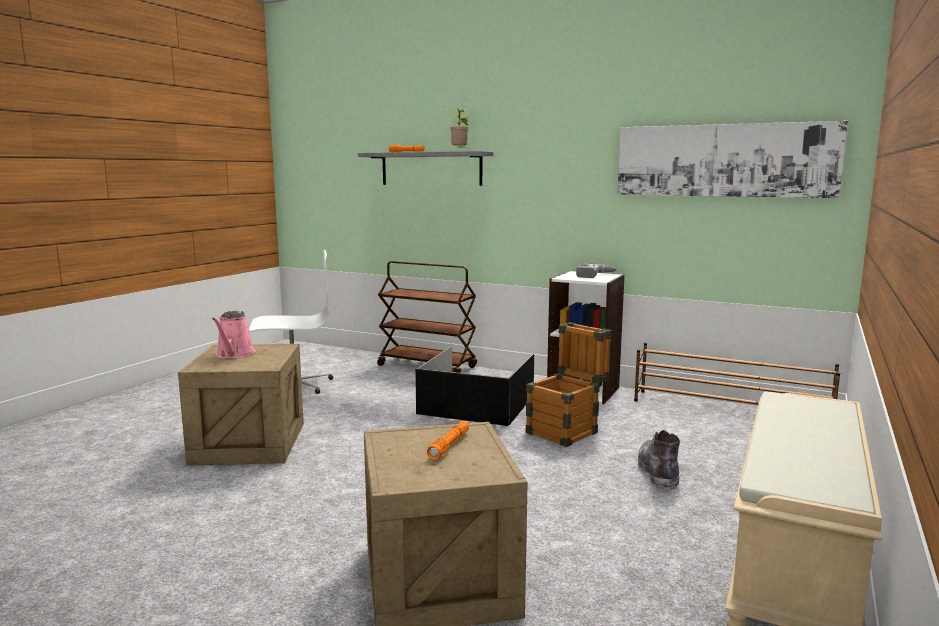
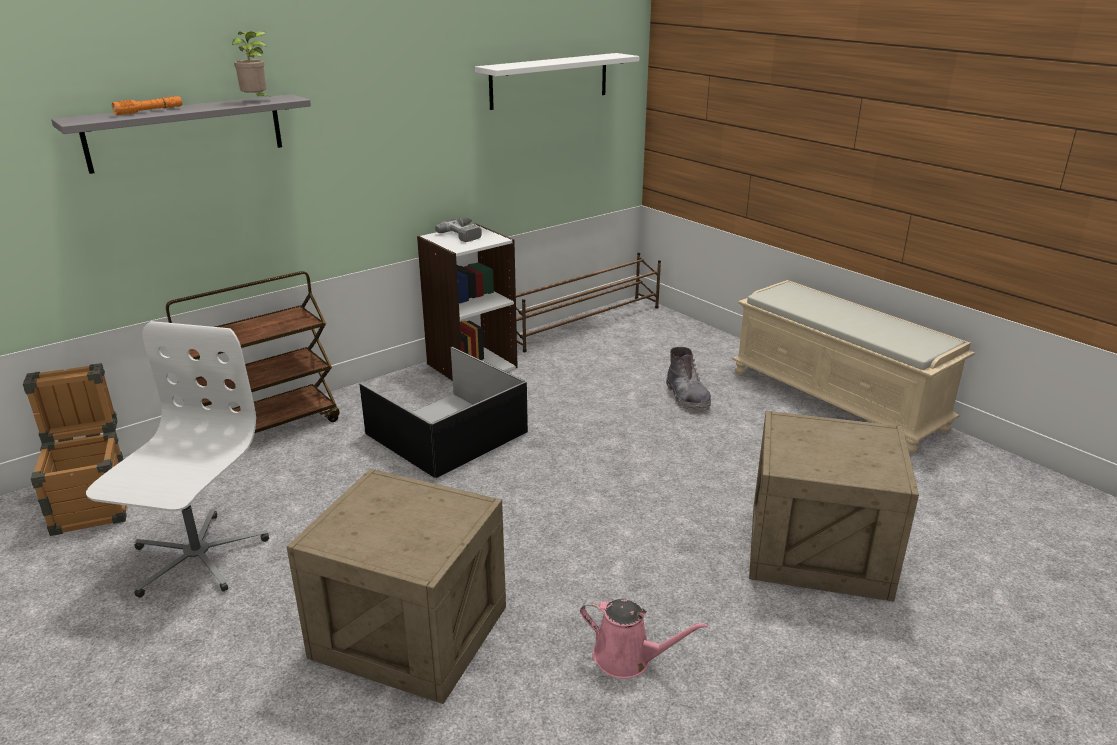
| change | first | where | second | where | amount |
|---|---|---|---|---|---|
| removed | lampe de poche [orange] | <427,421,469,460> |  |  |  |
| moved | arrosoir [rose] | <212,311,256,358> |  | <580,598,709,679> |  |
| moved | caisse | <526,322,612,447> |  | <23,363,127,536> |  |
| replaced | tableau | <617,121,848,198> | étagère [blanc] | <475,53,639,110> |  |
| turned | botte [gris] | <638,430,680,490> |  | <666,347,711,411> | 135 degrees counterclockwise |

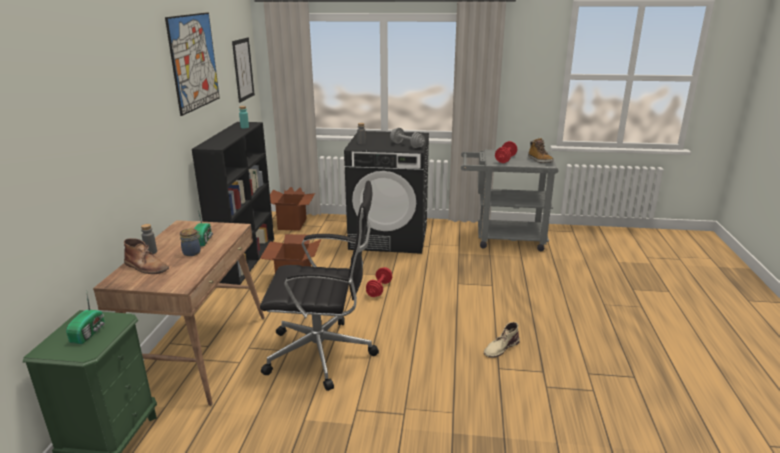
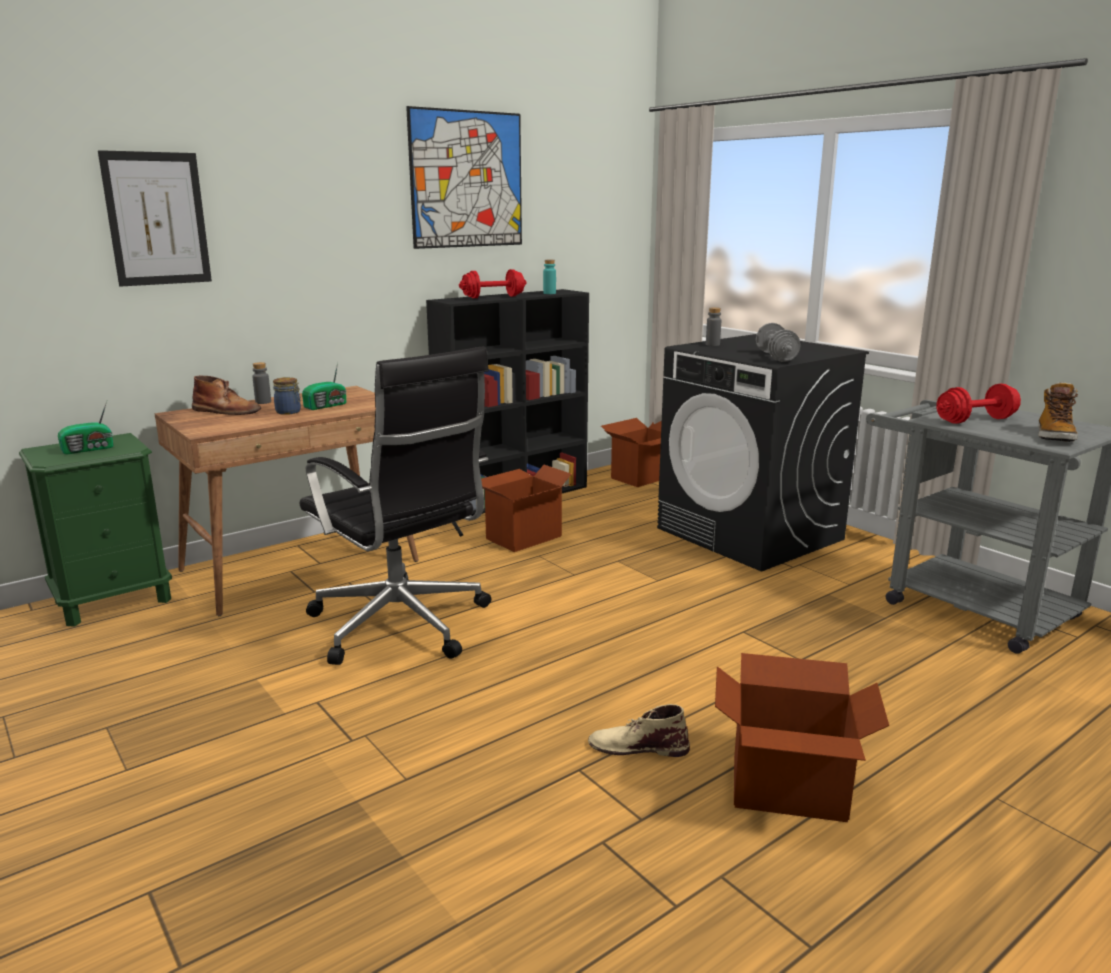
| change | first | where | second | where | amount |
|---|---|---|---|---|---|
| added |  |  | carton | <715,653,889,822> |  |
| moved | tableau | <232,37,255,103> |  | <98,150,212,287> |  |
| moved | haltère [rouge] | <366,267,392,297> |  | <459,269,527,298> |  |
| turned | botte [marron] | <124,238,169,274> |  | <192,376,261,415> | 60 degrees counterclockwise |

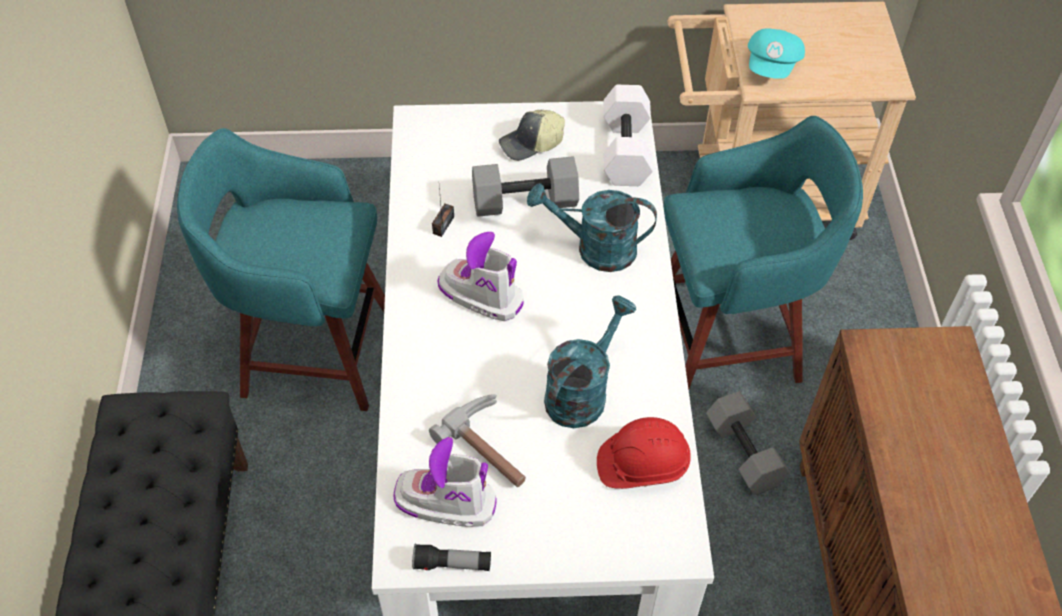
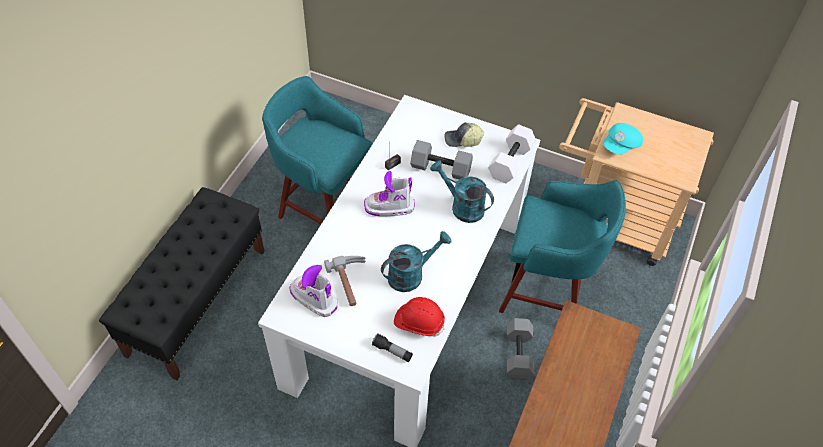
| change | first | where | second | where | amount |
|---|---|---|---|---|---|
| moved | lampe de poche | <412,544,491,571> |  | <372,333,413,362> |  |
| turned | botte | <437,232,524,321> |  | <364,171,415,216> | 60 degrees counterclockwise |

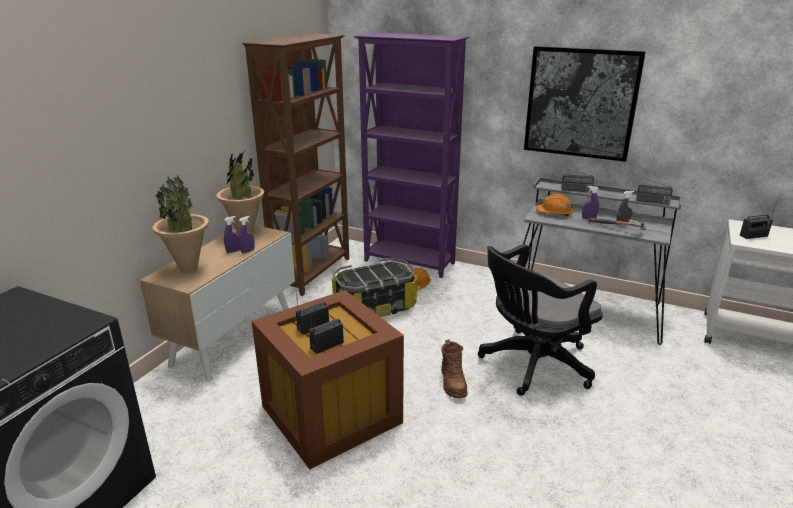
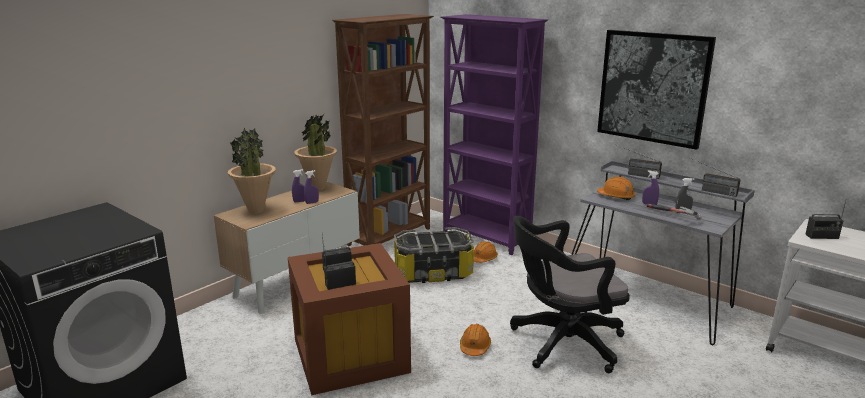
| change | first | where | second | where | amount |
|---|---|---|---|---|---|
| replaced | botte [marron] | <441,339,468,398> | casque de chantier [orange] | <460,324,491,356> |  |

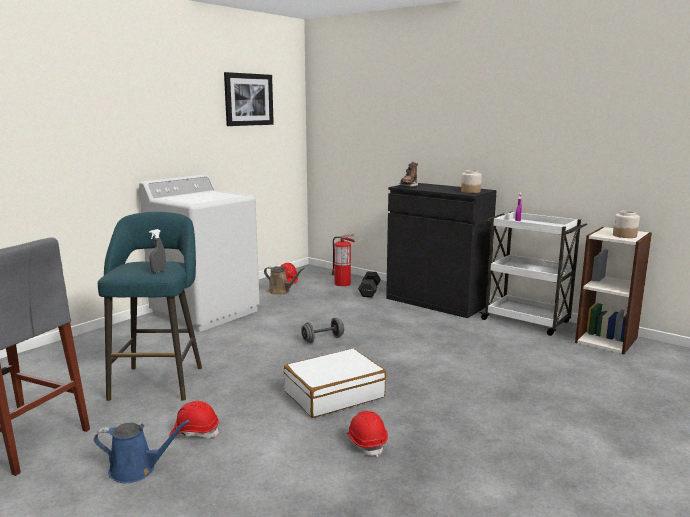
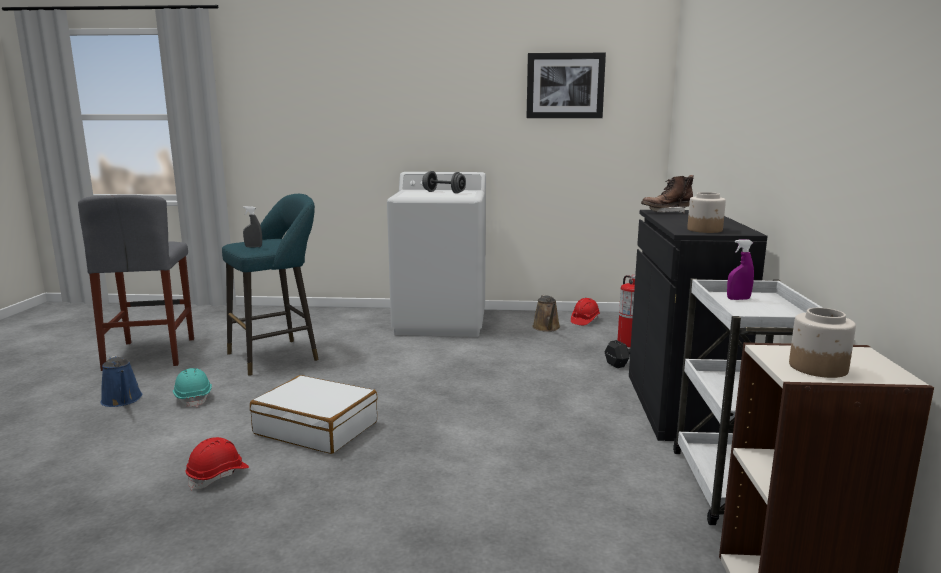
| change | first | where | second | where | amount |
|---|---|---|---|---|---|
| moved | haltère [gris] | <301,318,344,343> |  | <422,171,466,194> |  |
| recoloured | casque de chantier [rouge] | <169,401,220,438> | casque de chantier [turquoise] | <173,368,212,407> |  |

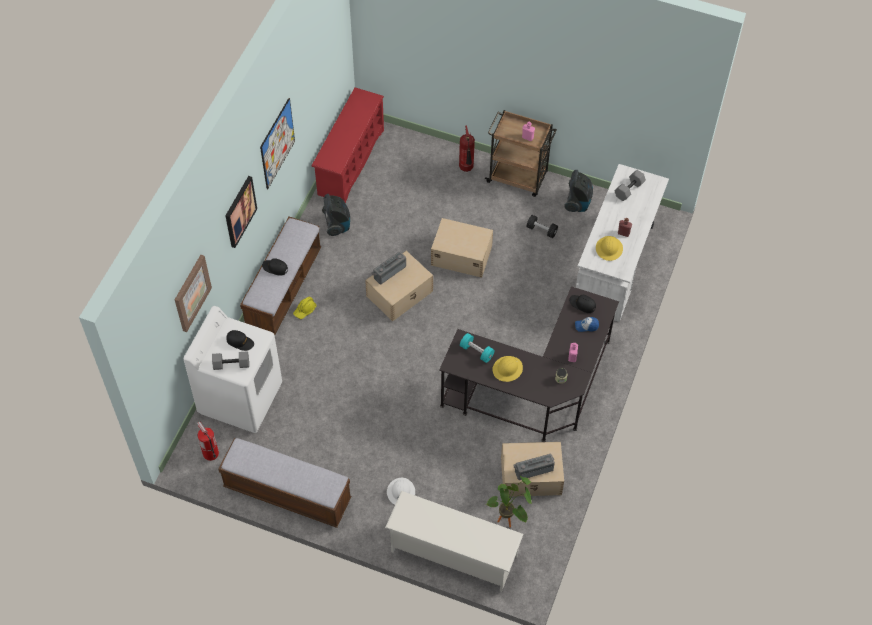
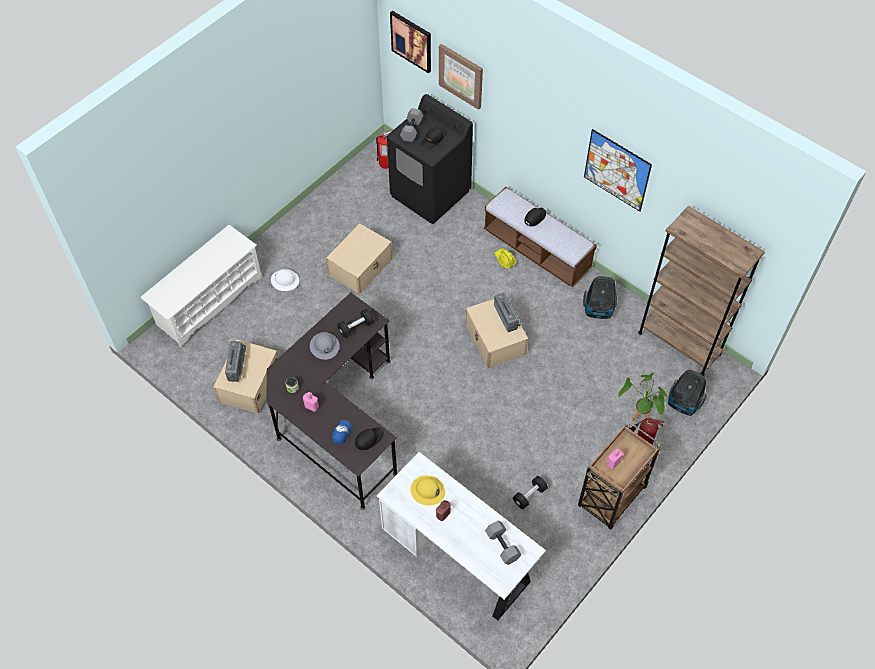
| change | first | where | second | where | amount |
|---|---|---|---|---|---|
| removed | banc | <218,438,351,528> |  |  |  |
| moved | tableau | <225,176,257,248> |  | <390,11,431,73> |  |
| moved | boîte de rangement [beige] | <431,218,493,278> |  | <326,223,392,294> |  |
| moved | plante en pot | <486,476,532,528> |  | <618,373,667,421> |  |
| moved | aspirateur | <564,170,593,212> |  | <668,370,707,416> |  |
| replaced | étagère à chaussures [rouge] | <311,87,384,203> | bibliothèque [marron] | <638,206,765,376> |  |
| recoloured | lave-linge [blanc] | <184,306,282,433> | lave-linge [noir] | <387,94,473,224> |  |
| recoloured | haltère [turquoise] | <460,333,495,363> | haltère [noir] | <337,309,374,338> |  |
| recoloured | casque de chantier [jaune] | <492,356,523,382> | casque de chantier [gris] | <310,332,340,360> |  |

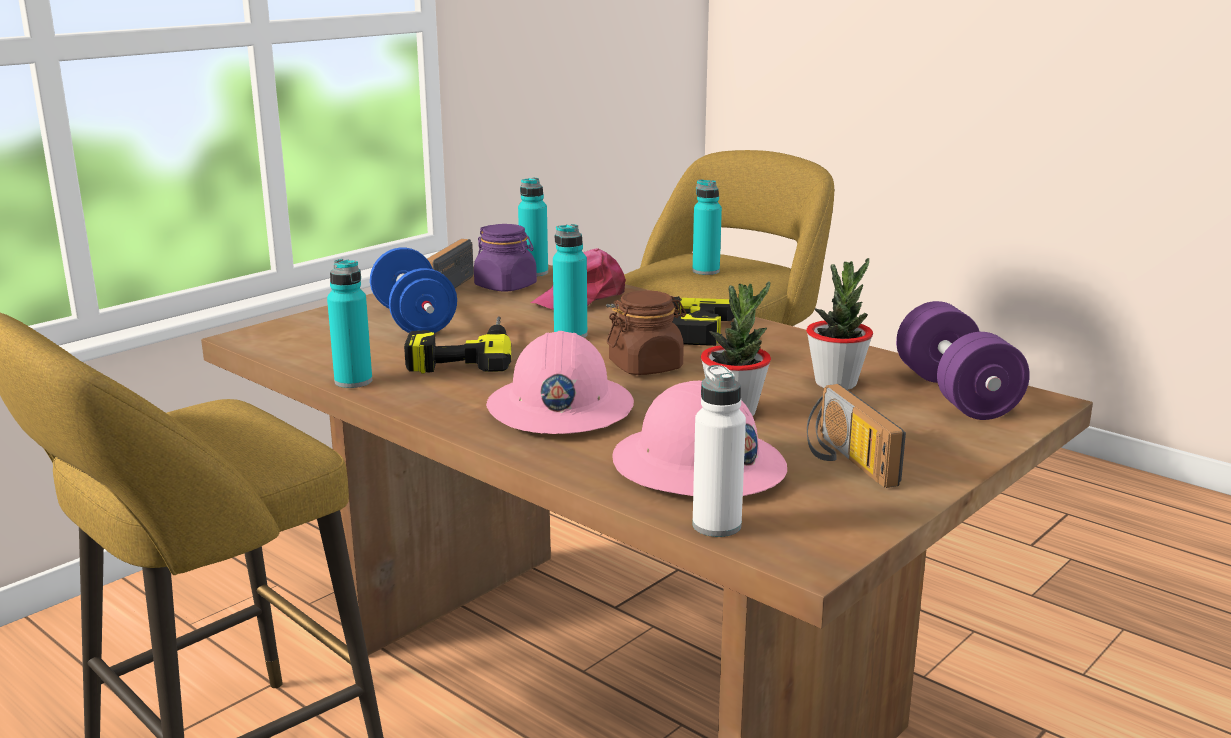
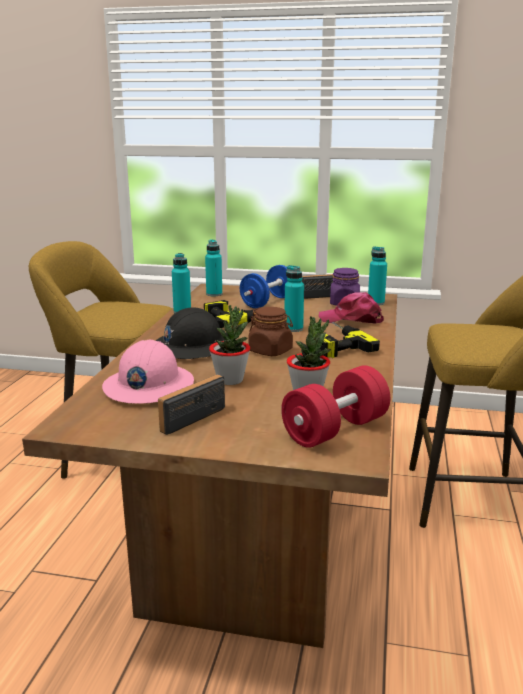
| change | first | where | second | where | amount |
|---|---|---|---|---|---|
| removed | bouteille [blanc] | <692,365,746,537> |  |  |  |
| moved | bouteille [turquoise] | <692,179,722,275> |  | <205,239,222,297> |  |
| recoloured | casque de chantier [rose] | <486,331,634,434> | casque de chantier [noir] | <156,307,224,359> |  |
| recoloured | haltère [violet] | <896,301,1030,420> | haltère [rouge] | <281,365,390,448> |  |

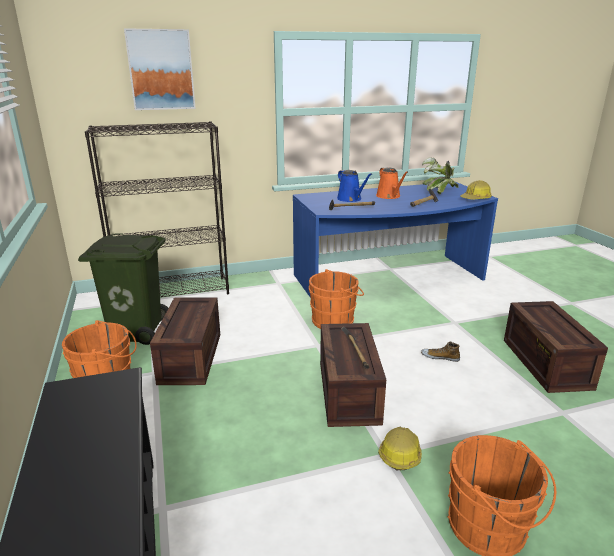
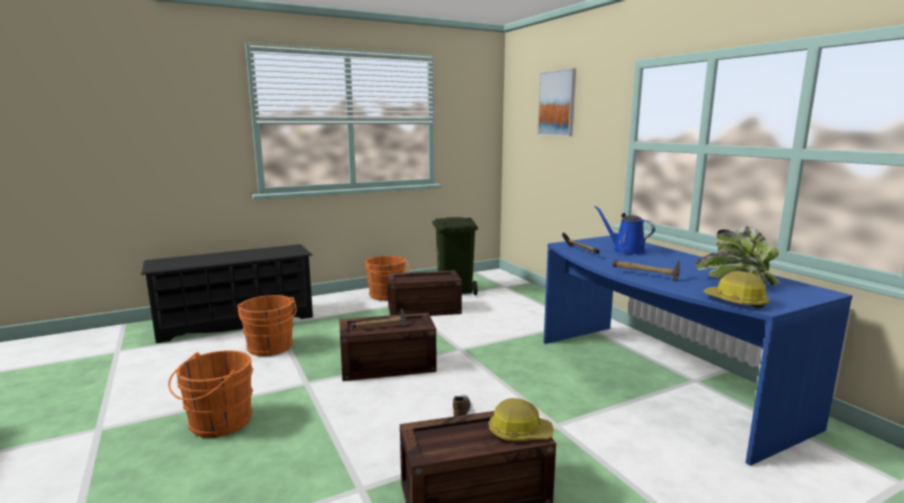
| change | first | where | second | where | amount |
|---|---|---|---|---|---|
| removed | bibliothèque [noir] | <85,121,229,297> |  |  |  |
| removed | arrosoir [orange] | <376,167,408,199> |  |  |  |
| moved | seau [orange] | <309,269,364,329> |  | <237,295,297,356> |  |
| moved | casque de chantier | <378,427,422,470> |  | <489,398,554,441> |  |
| turned | arrosoir [bleu] | <337,170,372,202> |  | <595,206,655,255> | 90 degrees clockwise |

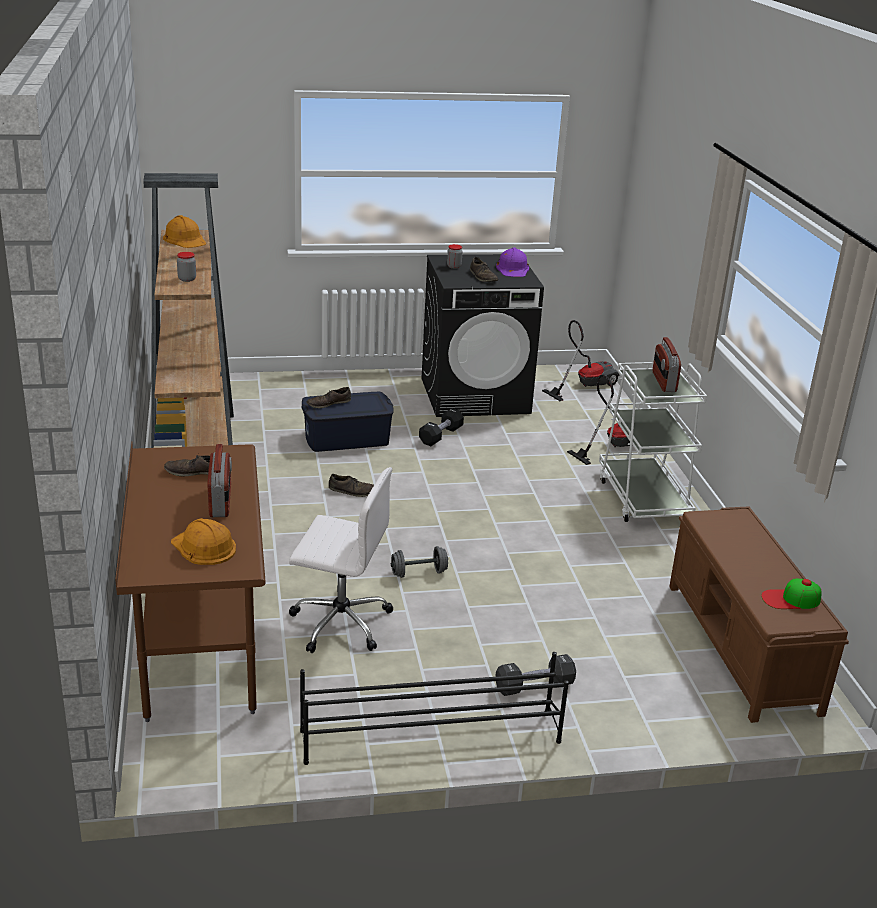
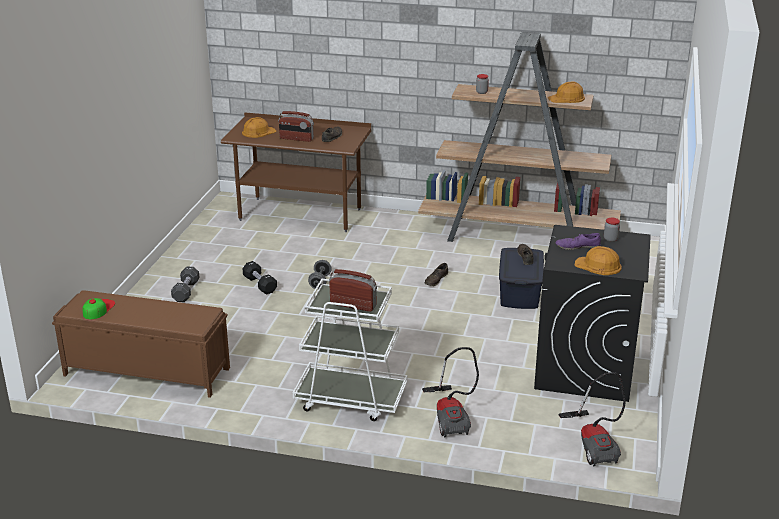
| change | first | where | second | where | amount |
|---|---|---|---|---|---|
| removed | chaise de bureau [blanc] | <289,467,393,653> |  |  |  |
| removed | étagère à chaussures [noir] | <300,652,569,765> |  |  |  |
| moved | haltère [noir] | <419,408,464,446> |  | <242,261,277,294> |  |
| recoloured | chaussure [marron] | <470,257,498,282> | chaussure [violet] | <555,233,601,250> |  |
| recoloured | casque de chantier [violet] | <496,247,529,277> | casque de chantier [orange] | <574,246,622,275> |  |

